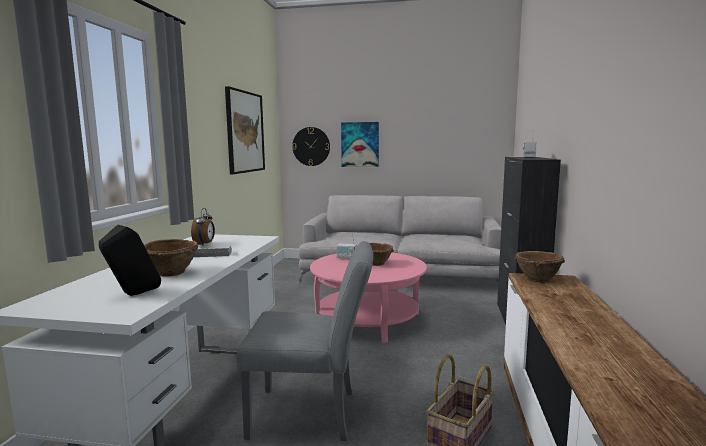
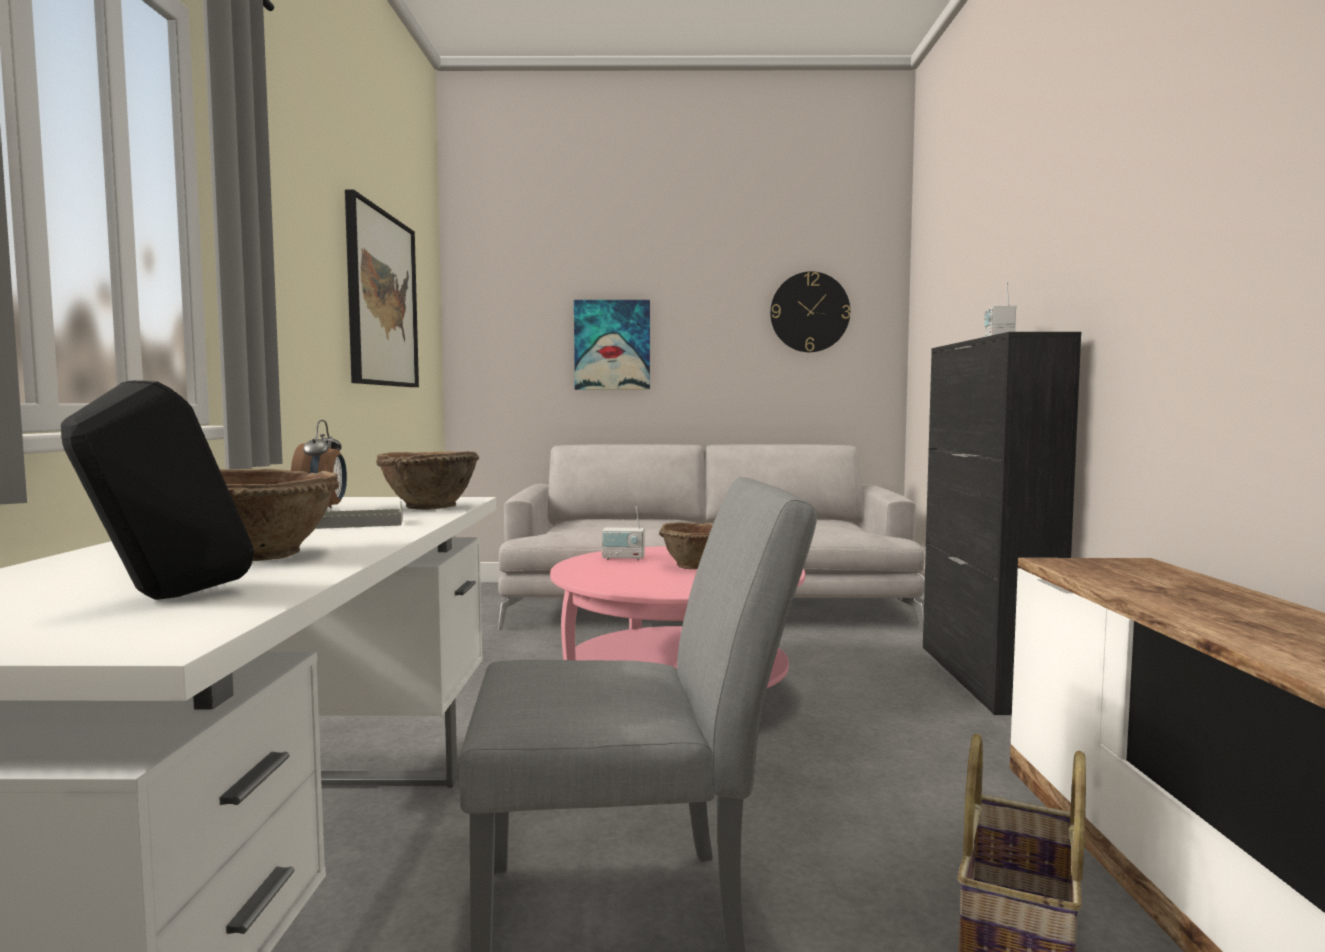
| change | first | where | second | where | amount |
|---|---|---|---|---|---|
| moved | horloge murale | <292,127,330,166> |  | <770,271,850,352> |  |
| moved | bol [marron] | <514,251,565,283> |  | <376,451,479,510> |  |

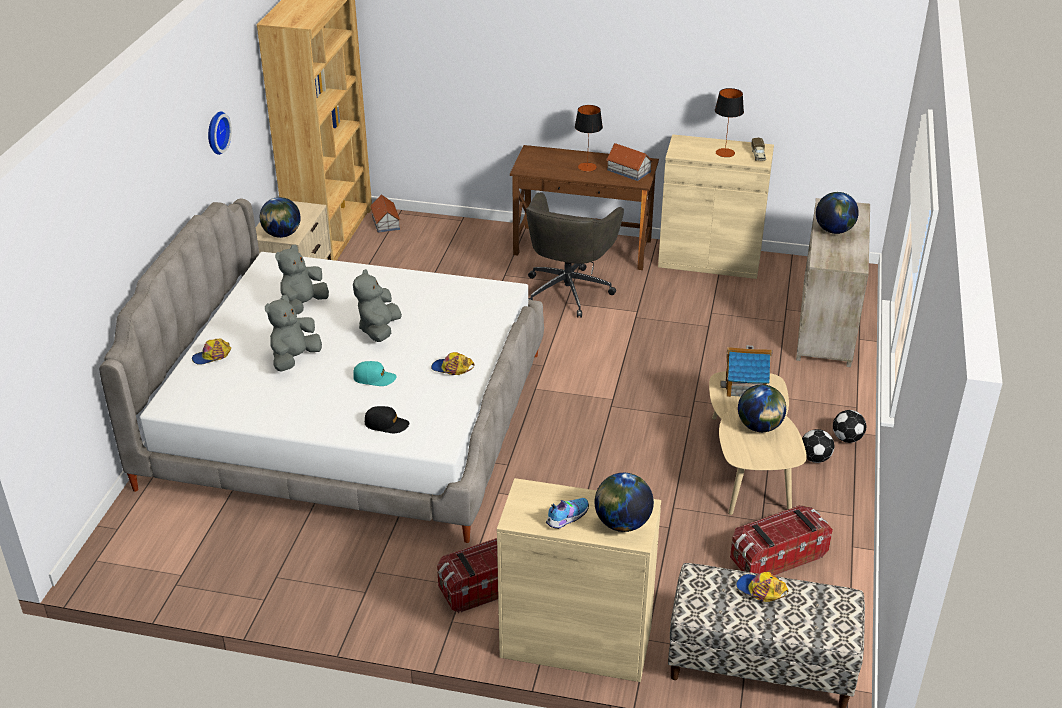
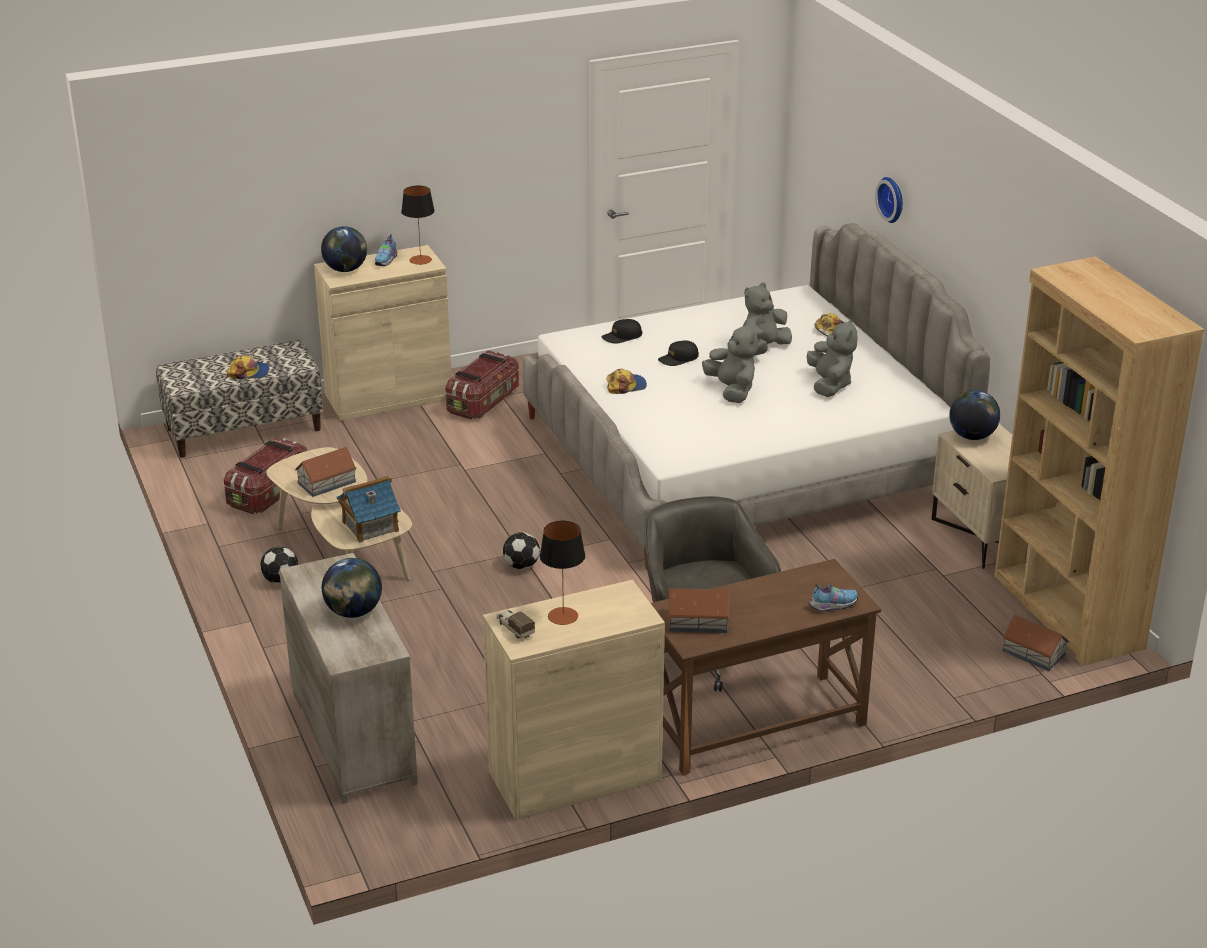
| change | first | where | second | where | amount |
|---|---|---|---|---|---|
| added |  |  | chaussure | <809,584,858,612> |  |
| moved | horloge murale | <208,111,232,155> |  | <875,177,903,223> |  |
| moved | lampe de table | <575,105,603,171> |  | <401,186,435,265> |  |
| moved | ballon de foot | <833,410,866,443> |  | <503,532,540,569> |  |
| replaced | globe | <738,384,786,432> | maison miniature | <295,447,357,497> |  |
| recoloured | casquette [turquoise] | <353,361,397,386> | casquette [noir] | <658,340,699,366> |  |
| turned | peluche [gris] | <265,295,322,372> |  | <744,283,792,356> | 135 degrees counterclockwise |

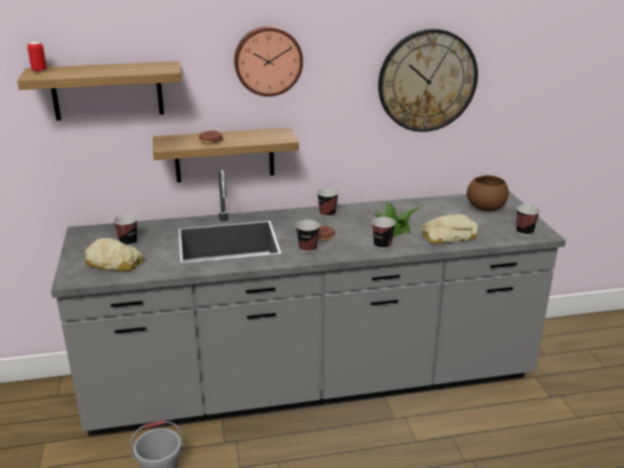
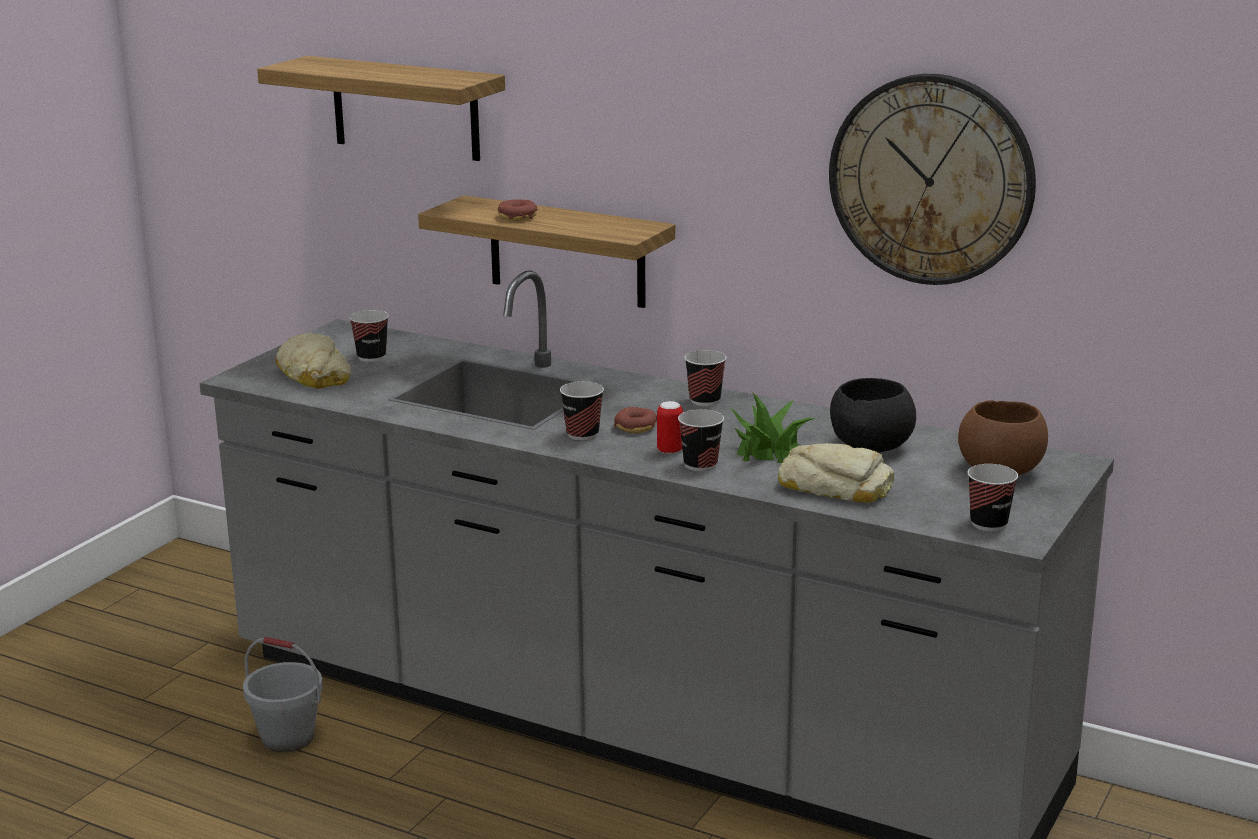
| change | first | where | second | where | amount |
|---|---|---|---|---|---|
| removed | horloge murale | <234,26,303,97> |  |  |  |
| added |  |  | bol [noir] | <830,378,916,452> |  |
| moved | boîte métallique | <27,42,47,73> |  | <657,401,683,455> |  |

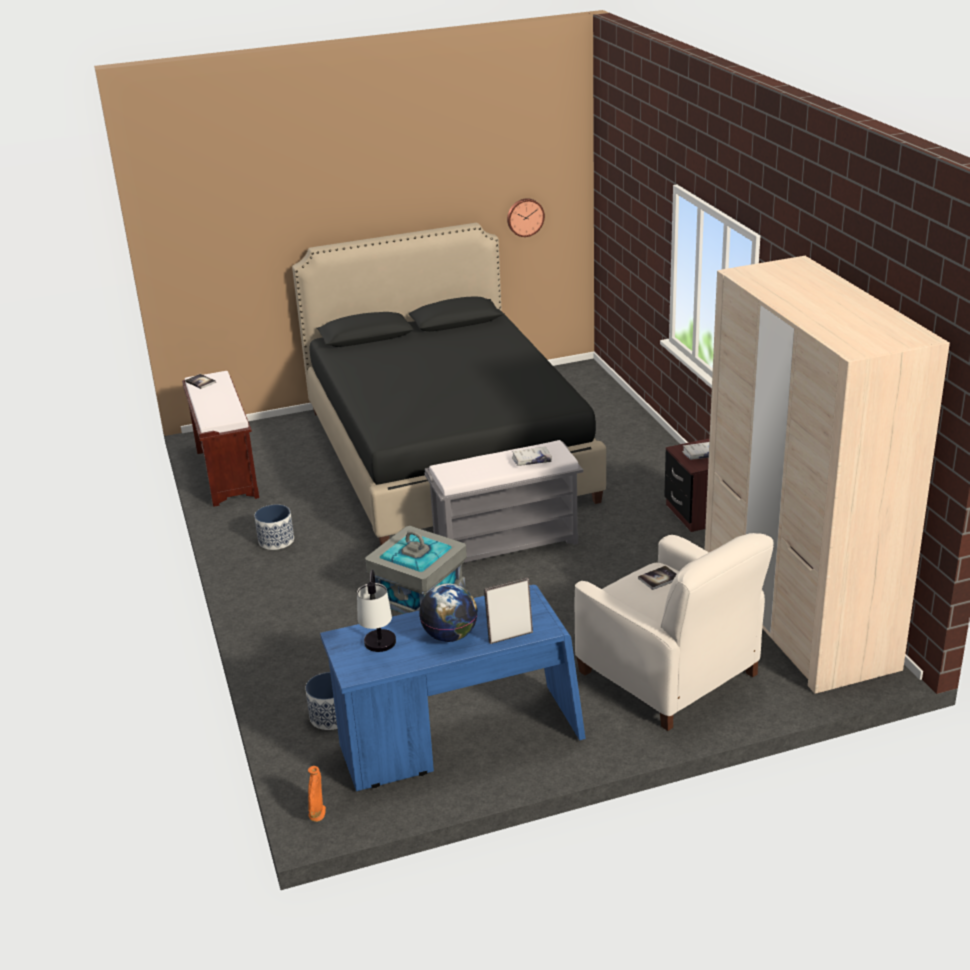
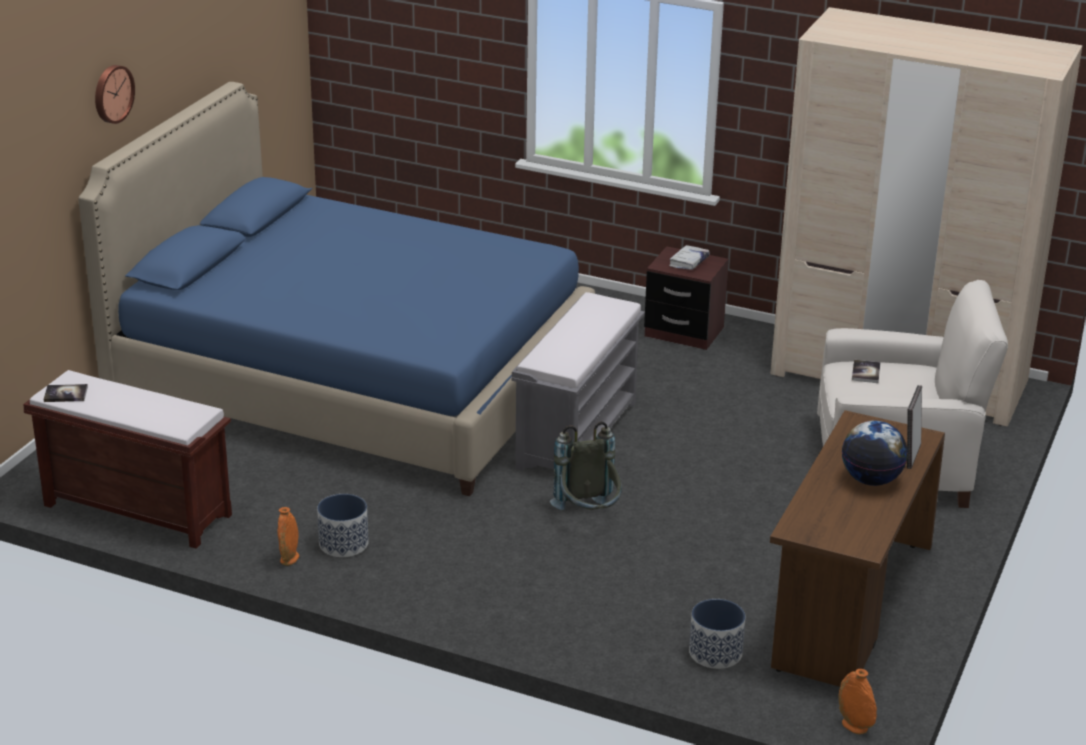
| change | first | where | second | where | amount |
|---|---|---|---|---|---|
| removed | lampe de table | <357,569,396,652> |  |  |  |
| removed | livre [blanc] | <512,447,552,466> |  |  |  |
| added |  |  | vase [orange] | <277,507,299,566> |  |
| moved | horloge murale | <507,198,545,237> |  | <95,65,135,124> |  |
| replaced | boîte de rangement [gris] | <365,526,467,614> | sac à dos [gris] | <550,422,622,510> |  |
| recoloured | lit [noir] | <292,223,606,545> | lit [bleu] | <78,82,595,496> |  |
| recoloured | bureau [bleu] | <320,585,586,791> | bureau [marron] | <770,410,945,687> |  |

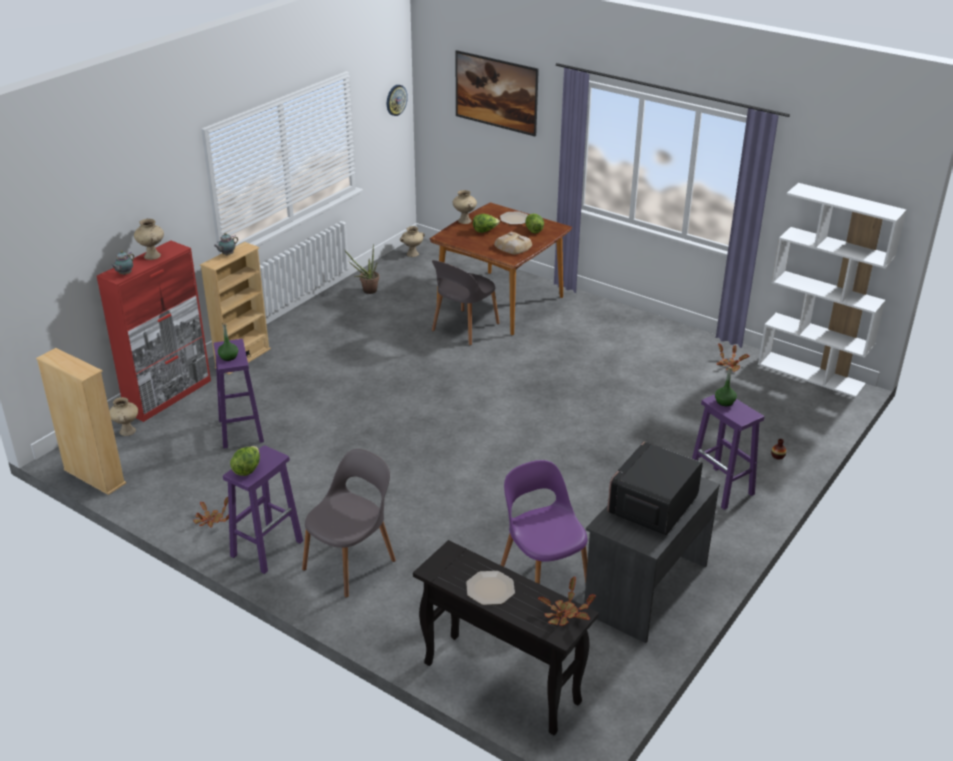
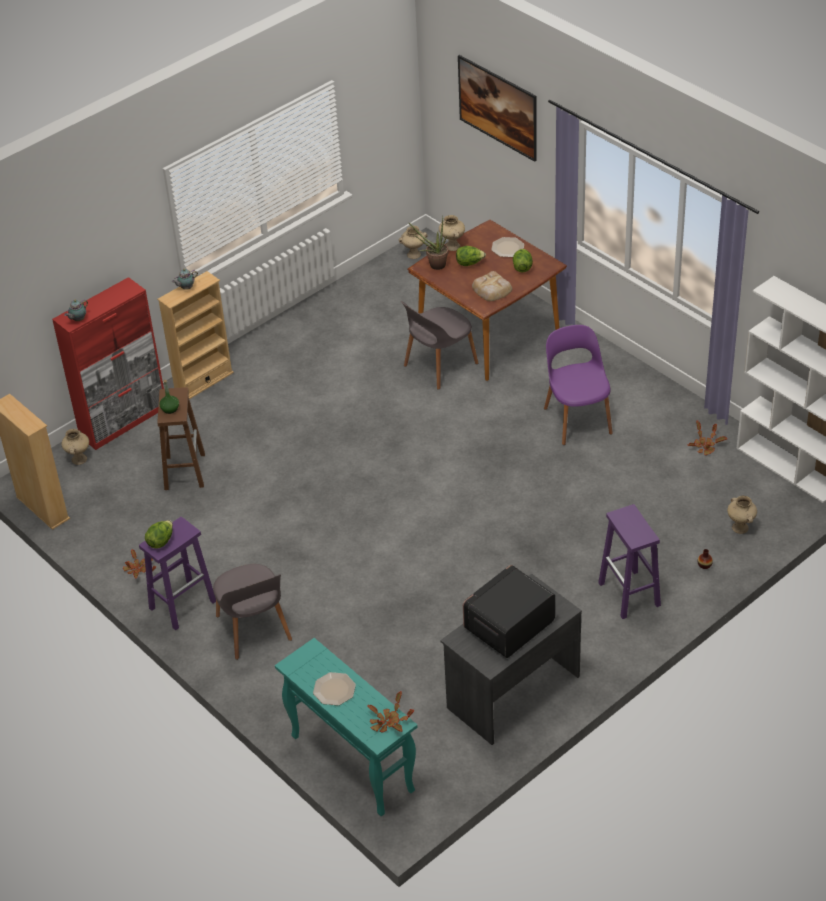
| change | first | where | second | where | amount |
|---|---|---|---|---|---|
| removed | horloge murale | <387,85,408,116> |  |  |  |
| removed | bouteille [vert] | <715,367,737,406> |  |  |  |
| moved | vase [beige] | <134,219,164,260> |  | <727,496,757,534> |  |
| moved | plante en pot | <345,246,379,294> |  | <408,216,449,270> |  |
| moved | chaise [violet] | <501,460,588,584> |  | <544,325,613,445> |  |
| recoloured | tabouret [violet] | <214,339,264,449> | tabouret [marron] | <157,387,205,490> |  |
| recoloured | table console [noir] | <413,540,599,736> | table console [turquoise] | <275,638,417,816> |  |
| turned | chaise [gris] | <302,449,396,598> |  | <213,564,292,660> | 105 degrees clockwise |

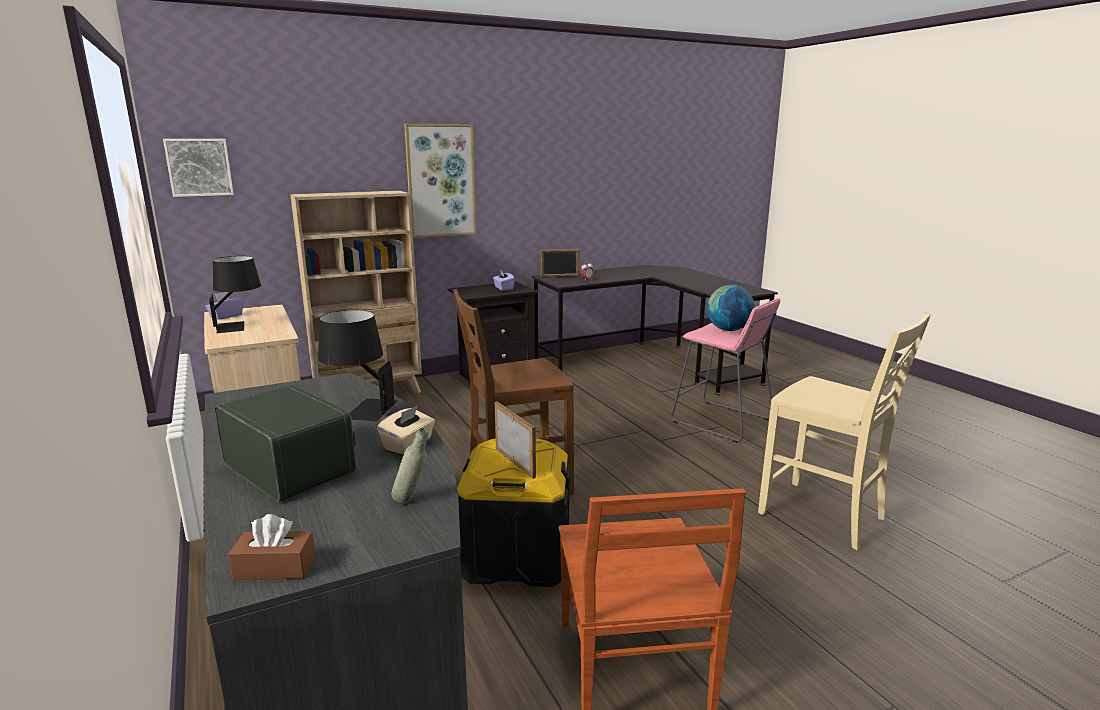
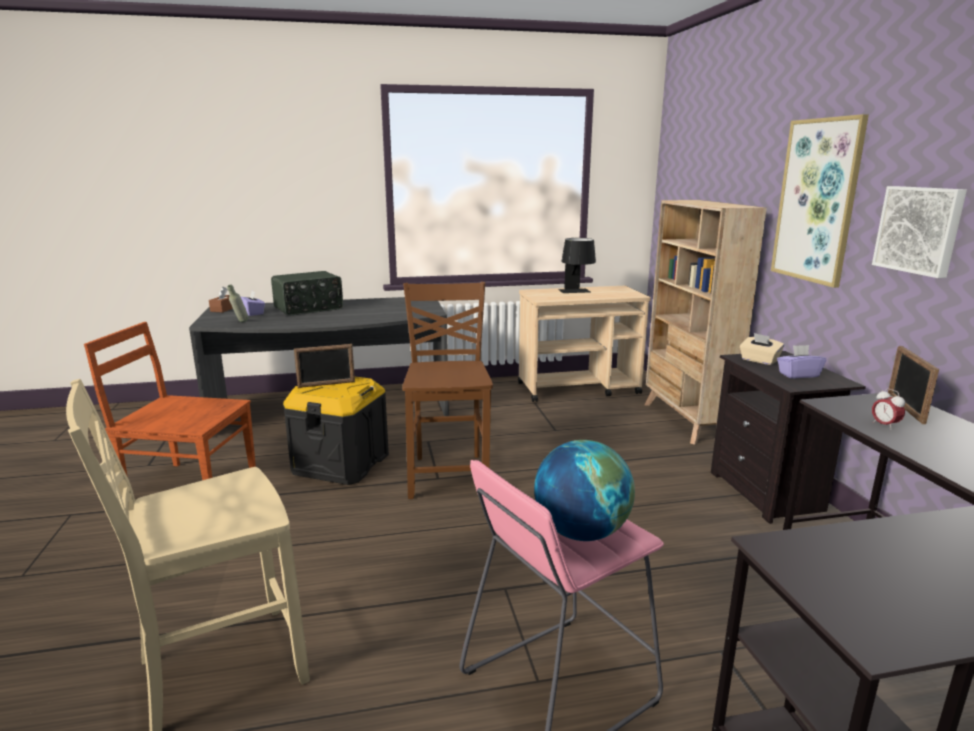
| change | first | where | second | where | amount |
|---|---|---|---|---|---|
| removed | lampe de table [noir] | <318,310,398,421> |  |  |  |
| moved | tableau | <163,139,234,197> |  | <872,186,967,278> |  |
| moved | boîte à mouchoirs [violet] | <205,292,243,320> |  | <241,291,265,316> |  |
| moved | boîte à mouchoirs [beige] | <377,405,435,454> |  | <740,333,784,365> |  |

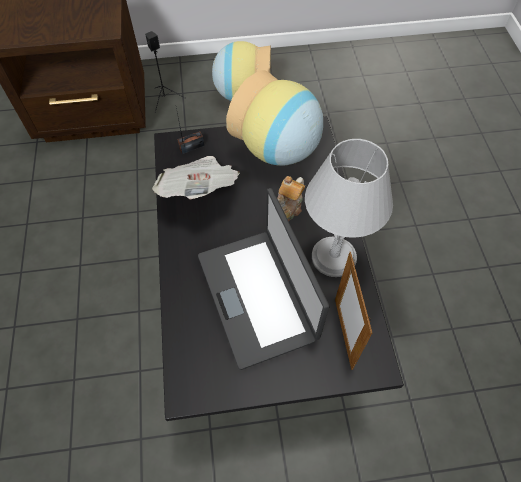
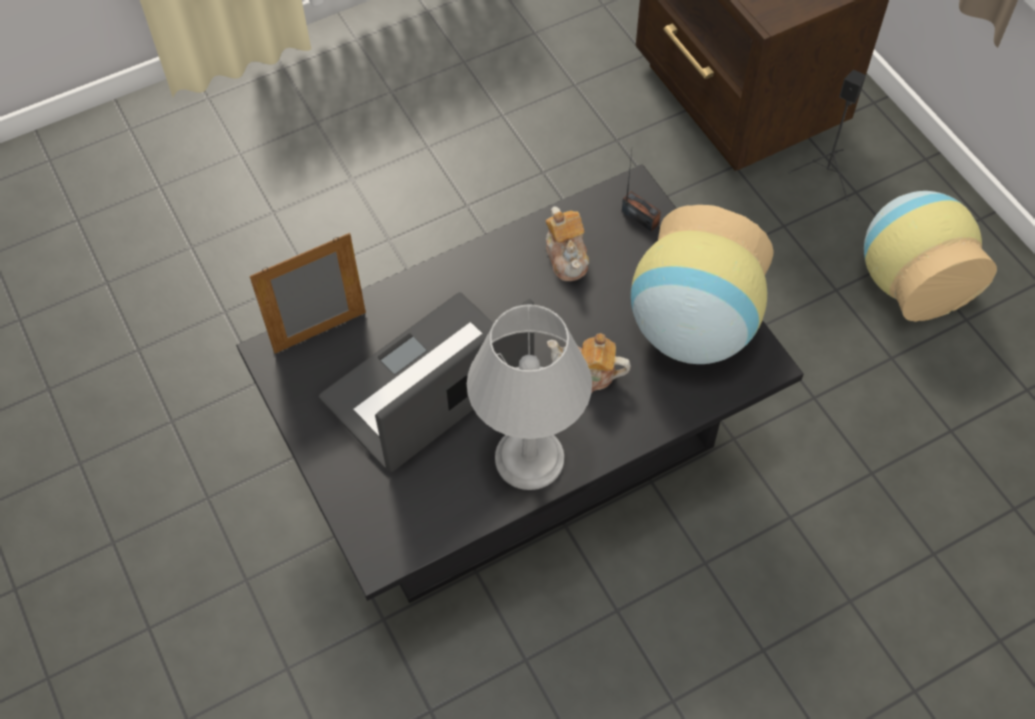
| change | first | where | second | where | amount |
|---|---|---|---|---|---|
| moved | cadre photo | <335,252,372,370> |  | <250,233,366,354> |  |
| replaced | journal | <152,156,240,199> | théière | <545,206,589,281> |  |

